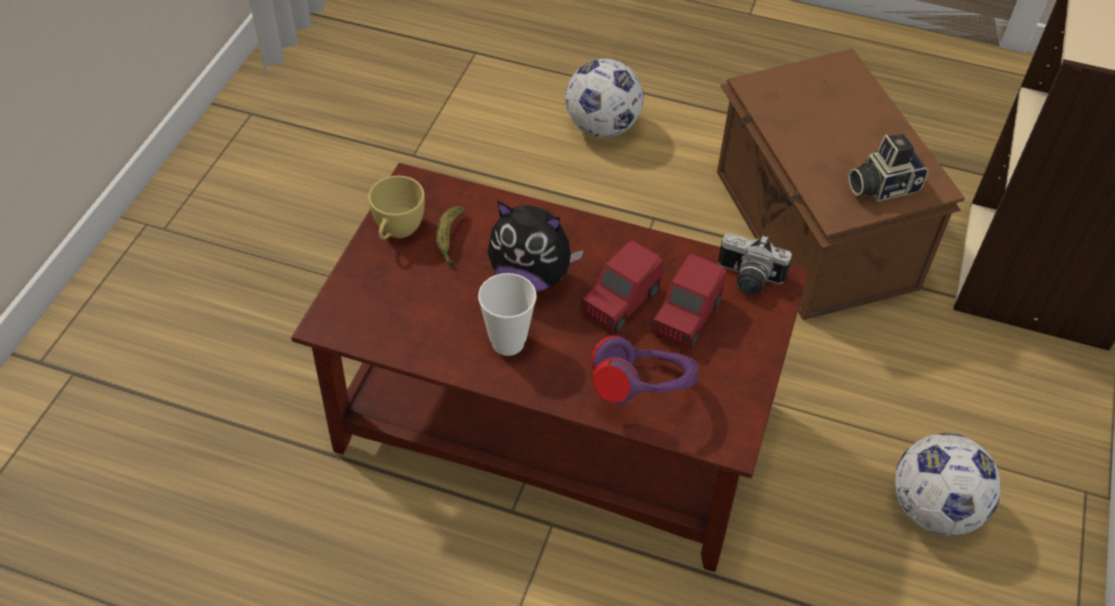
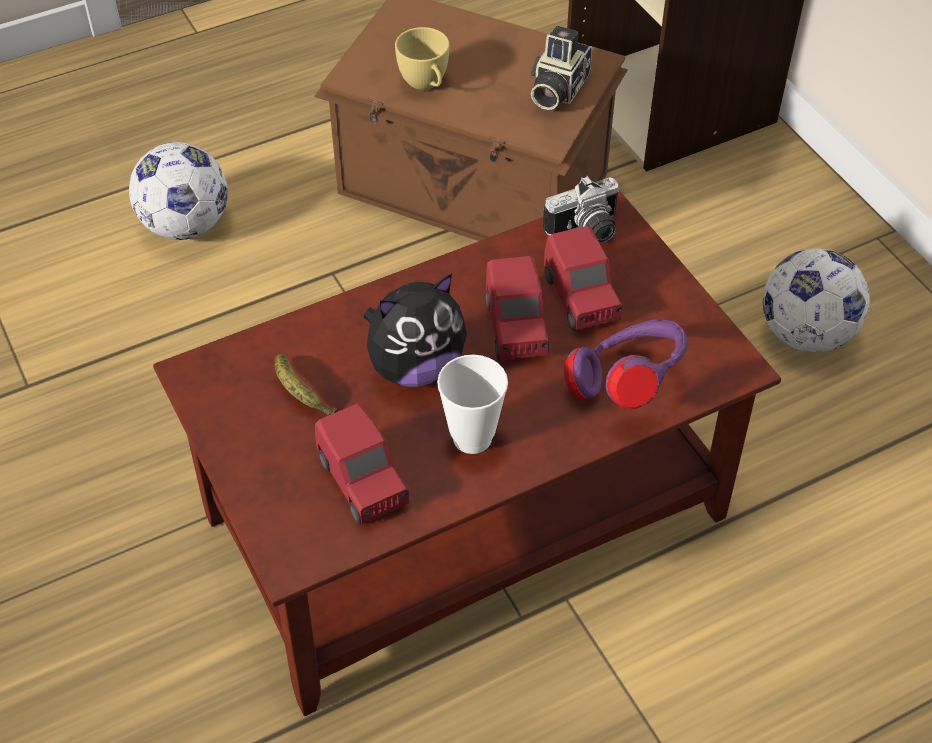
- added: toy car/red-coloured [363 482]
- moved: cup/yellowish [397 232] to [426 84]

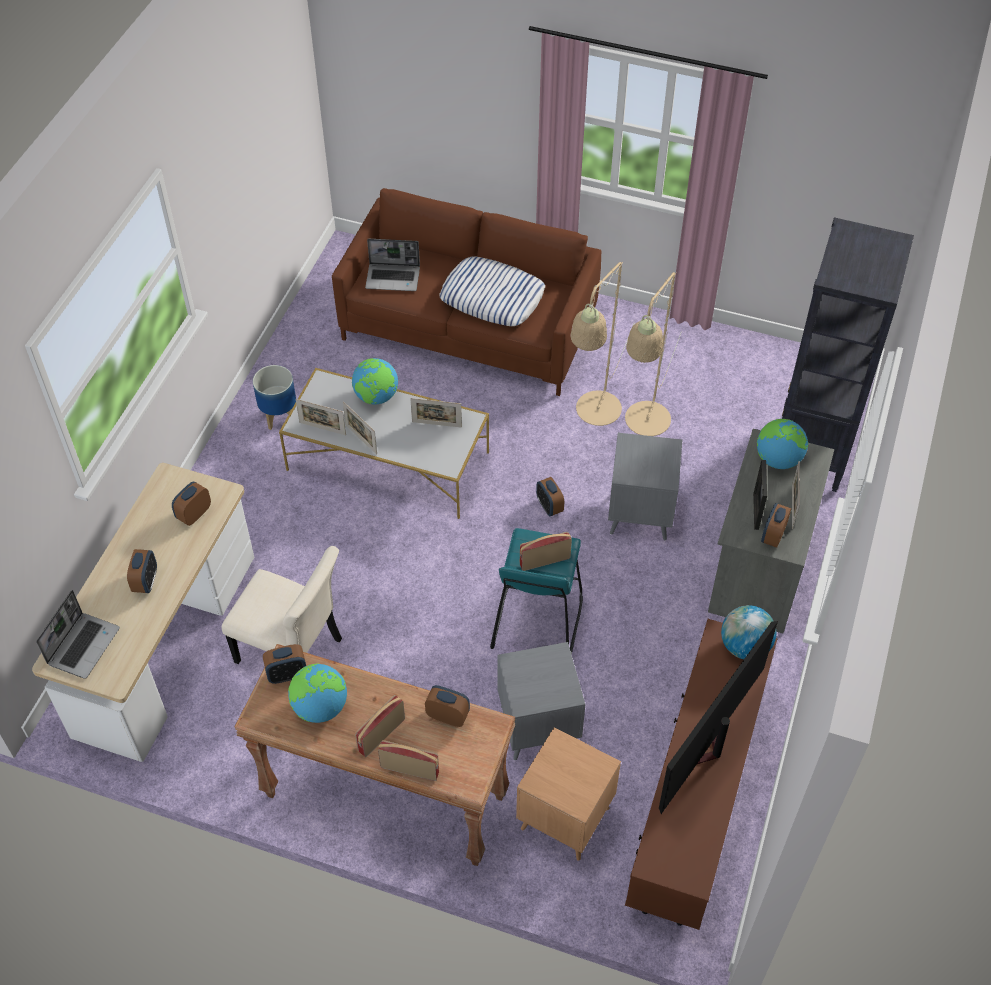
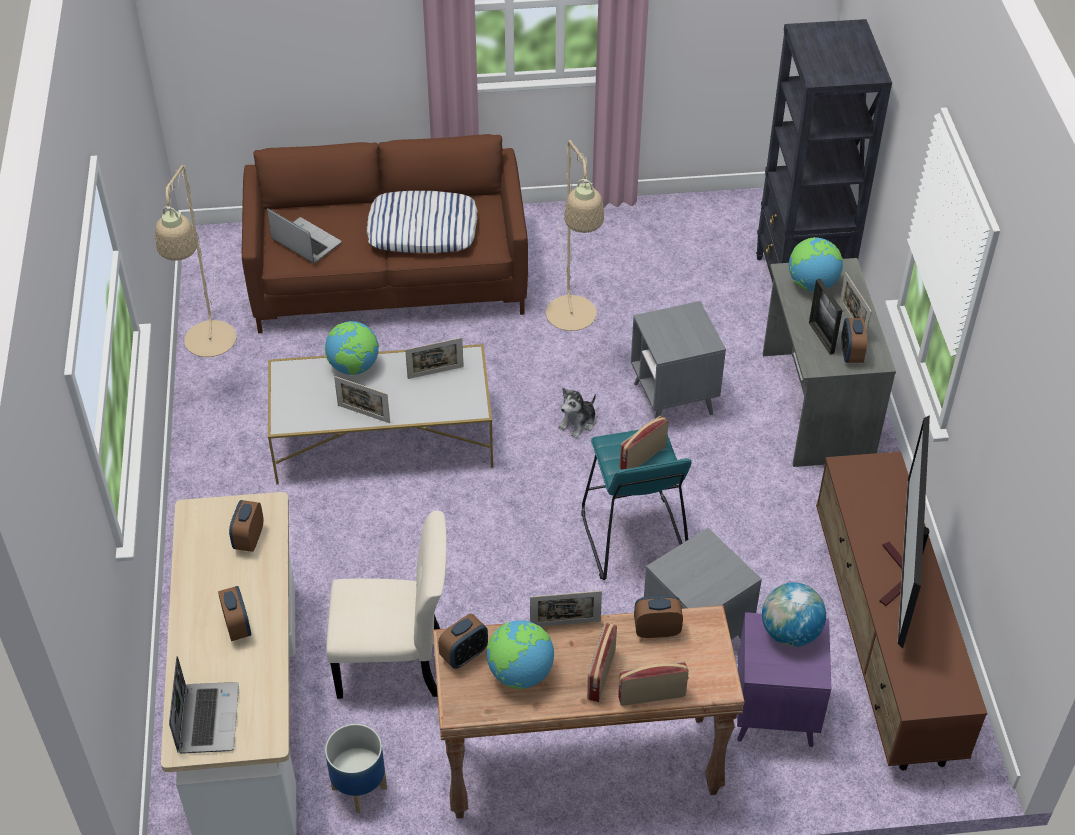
- moved: plant pot [279 416] to [360 788]
- moved: photo frame [322 428] to [565 624]
- moved: floor lamp/beige-coloured [644 428] to [210 348]
- moved: world globe [744 646] to [790 633]
- replaced: bedside clock [549 506] to soft toy [578 423]
- recoloured: end table/brown-coloured [565 818] to end table/purplish [774 713]
- turned: laptop [393 278] = [305 242] 120 degrees counterclockwise

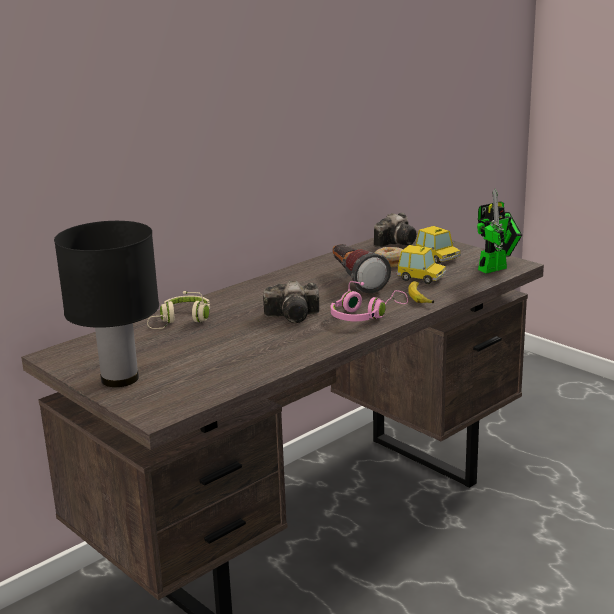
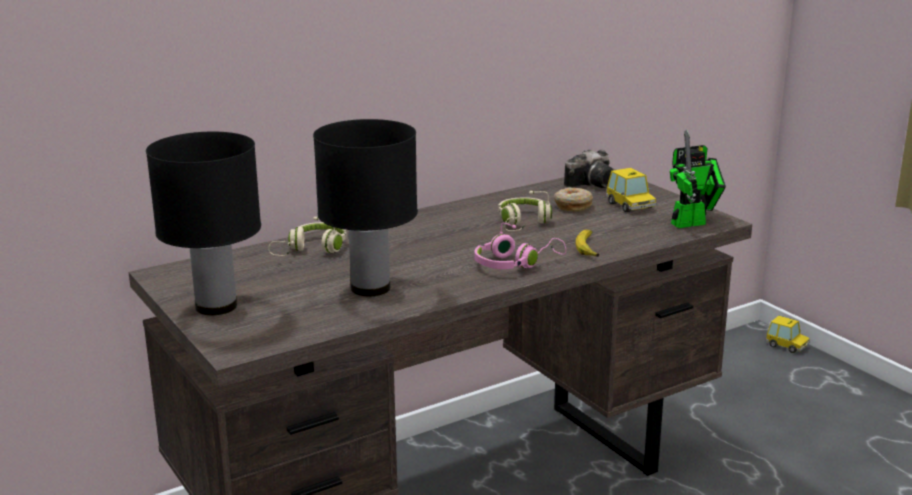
- removed: photo camera [295 316]
- added: lamp for a table/black-coloured [371 287]
- moved: toy car [421 278] to [787 345]
- replaced: torch [355 281] to headset/beige-coloured [523 223]

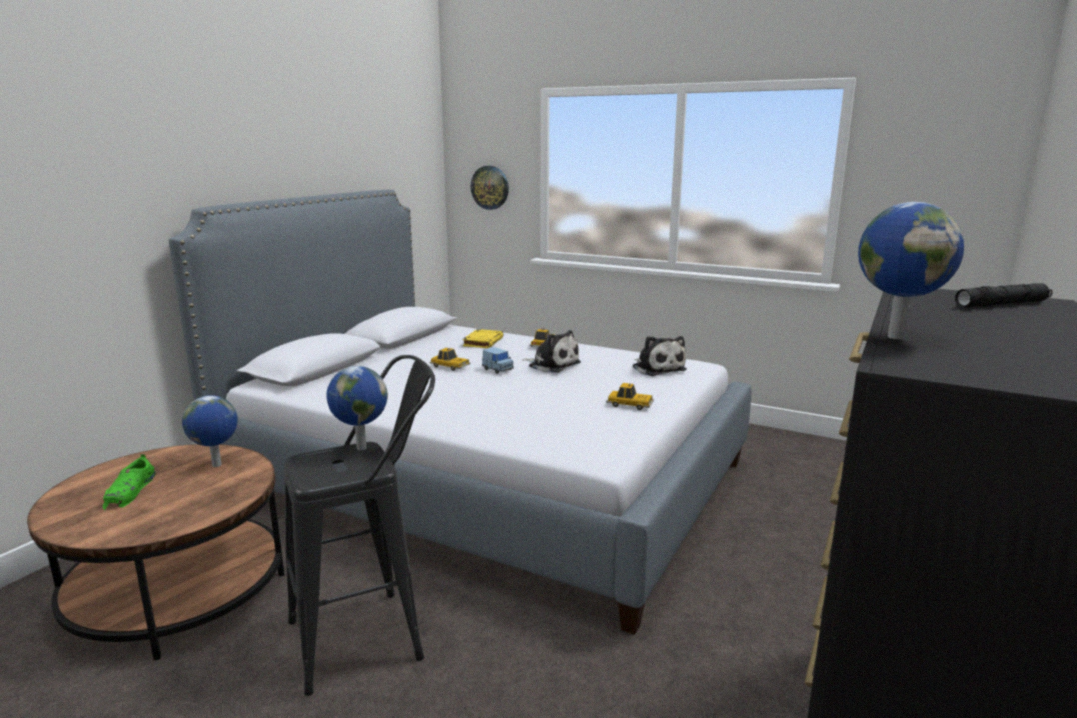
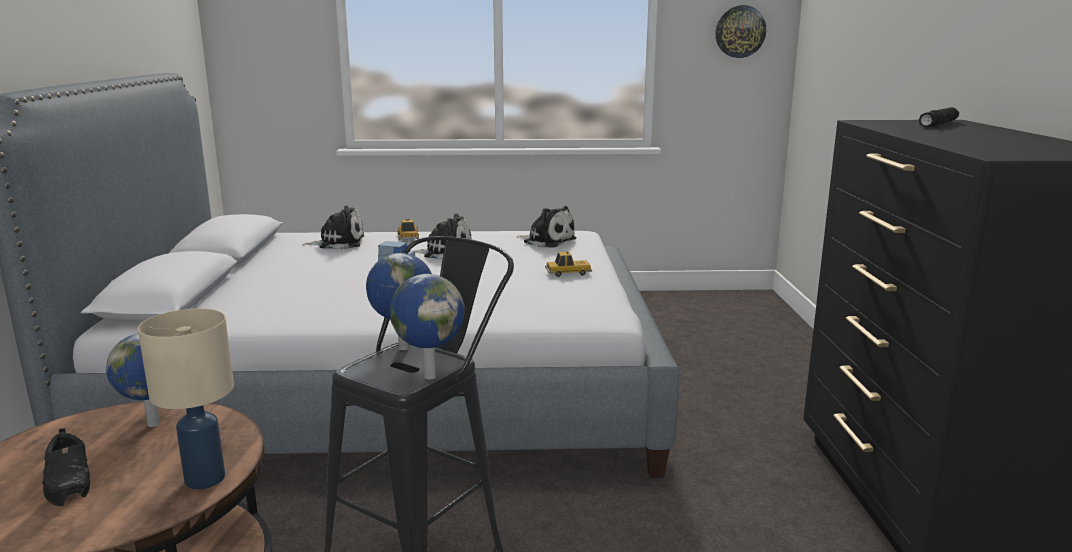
- removed: toy car [450 366]
- added: lamp for a table/beige-coloured [204 478]
- moved: wall clock [490 187] to [740 31]
- moved: world globe [895 336] to [429 376]
- replaced: book/yellowish [483 342] to soft toy [338 243]
- recoloured: shoe/green-coloured [130 491] to shoe/black-coloured [69 479]

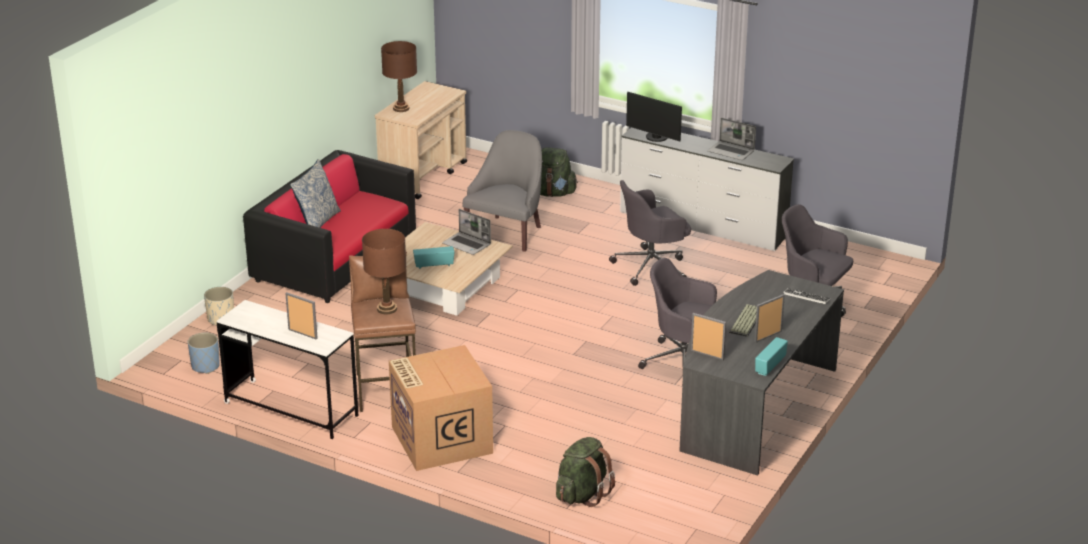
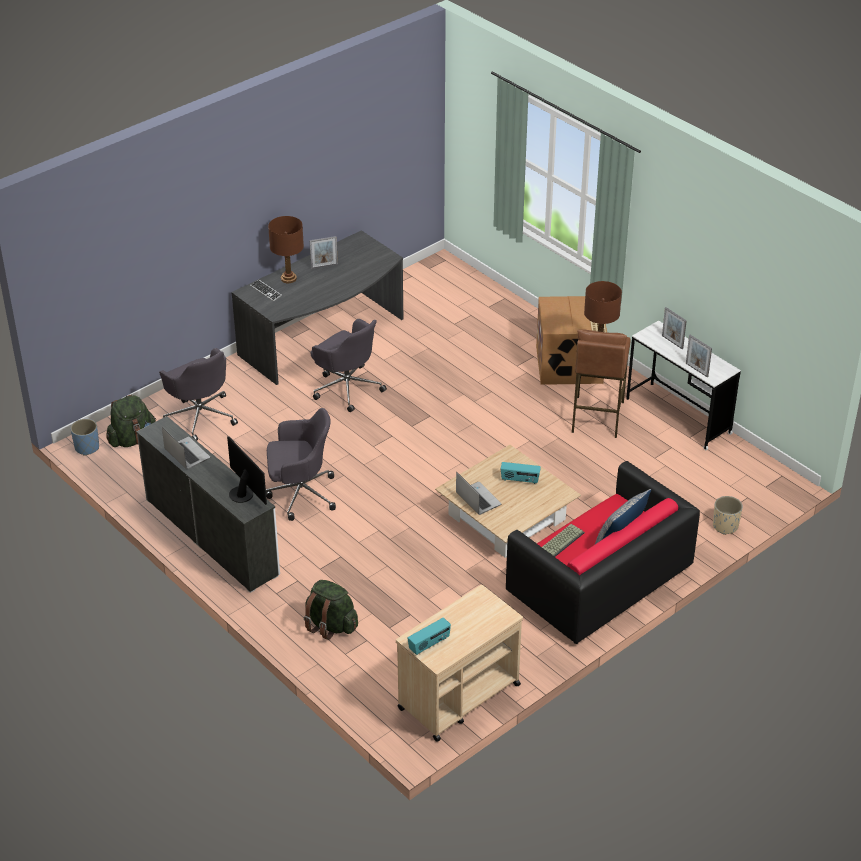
- removed: armchair/grey [507 232]
- moved: plant pot/bluish [205 366] to [87 447]
- moved: lamp for a table/brown-coloured [401 108] to [288 278]
- moved: rucksack/green-coloured [582 494] to [132 439]
- moved: photo frame [707 355] to [696 370]
- moved: keyboard [747 321] to [561 540]
- moved: radio receiver [769 366] to [429 644]

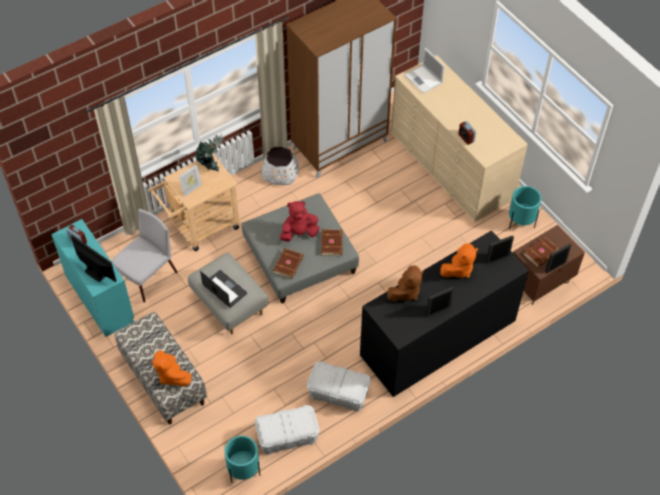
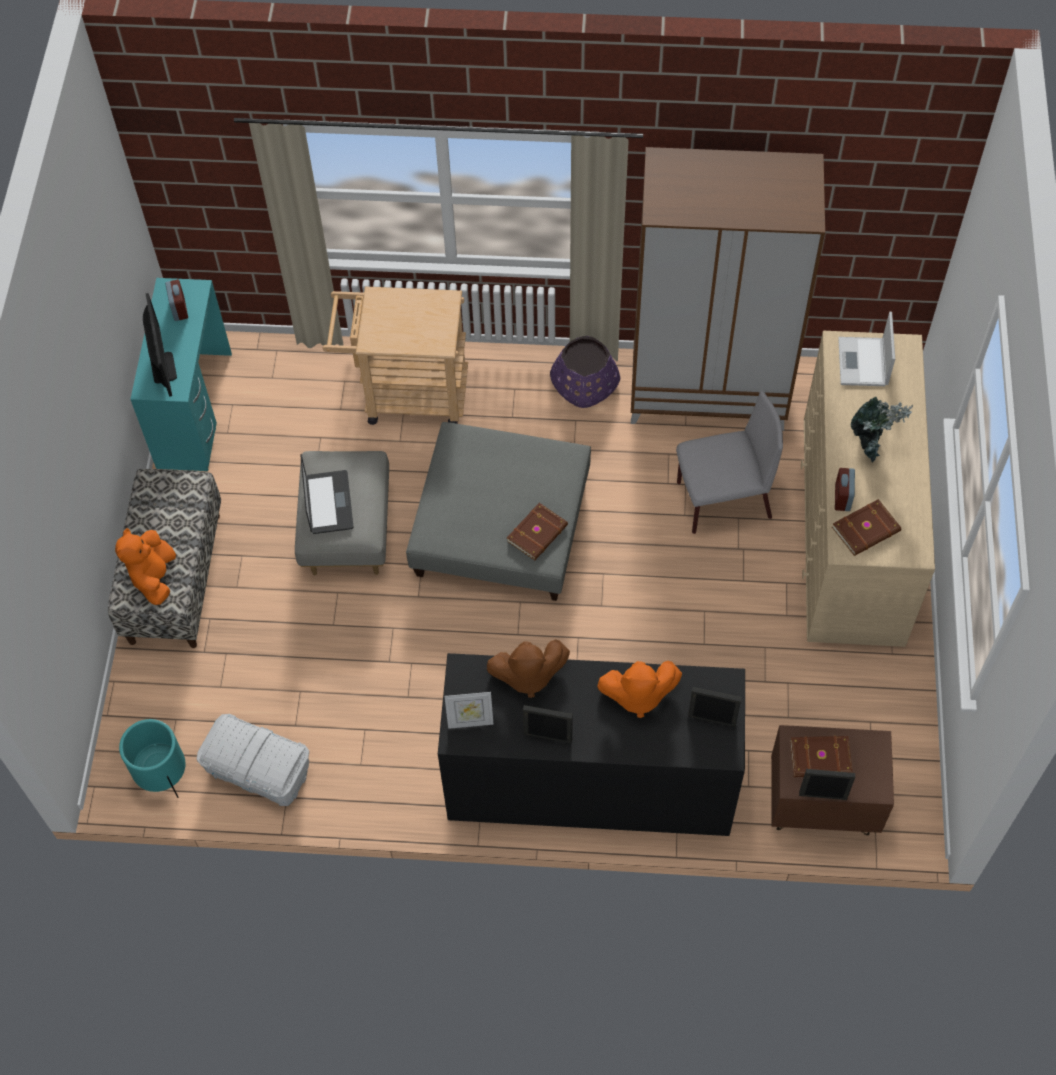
- removed: soft toy/red-coloured [299 233]
- removed: storage box/white-coloured [338 393]
- removed: plant pot/turquoise-coloured [521 222]
- moved: upright chair/grey [147 278] to [722 500]
- moved: photo frame [191 189] to [470 722]
- moved: potted plant [211 165] to [871 444]
- moved: book/brown-coloured [289 264] to [867 530]
- recoloured: plant pot/white-coloured [280 173] to plant pot/purplish [584 382]

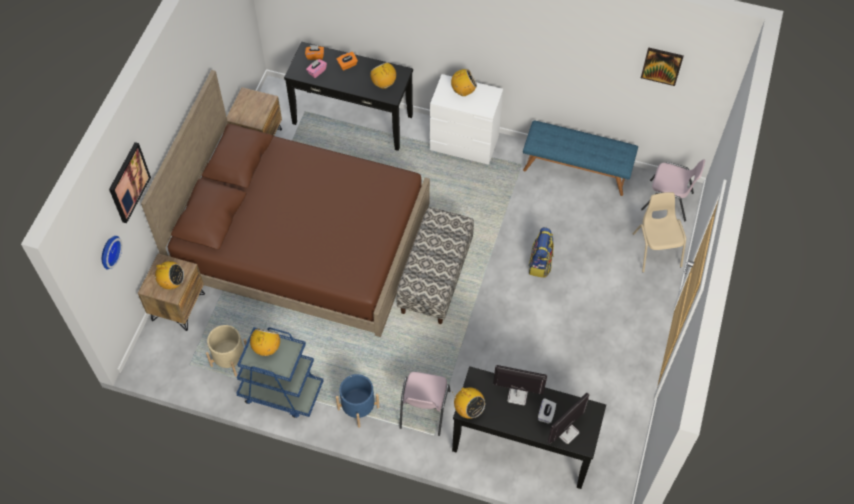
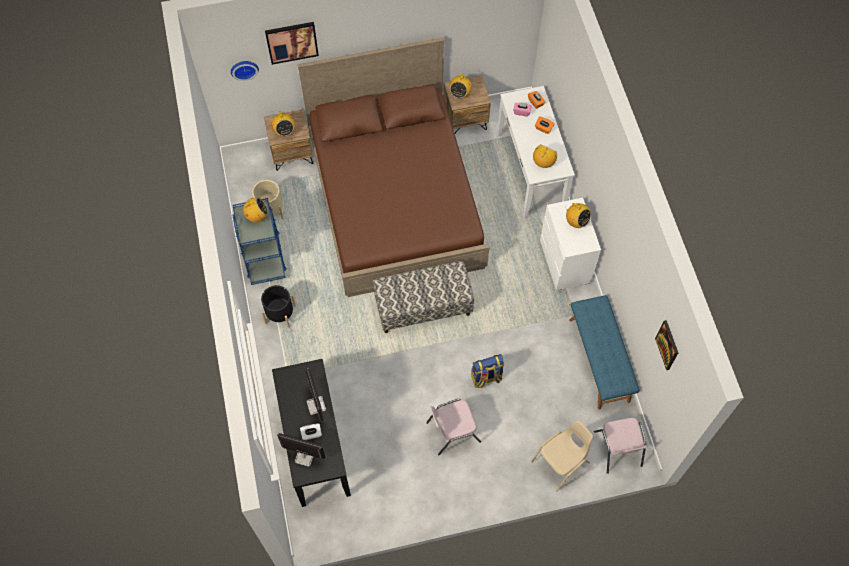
- moved: upright chair/pink-coloured [423 410] to [452 431]
- moved: radio receiver [468 409] to [460 94]
- recoloured: console table/black-coloured [352 119] to console table/white-coloured [531 171]
- recoloured: plant pot/bluish [358 408] to plant pot/black-coloured [280 314]

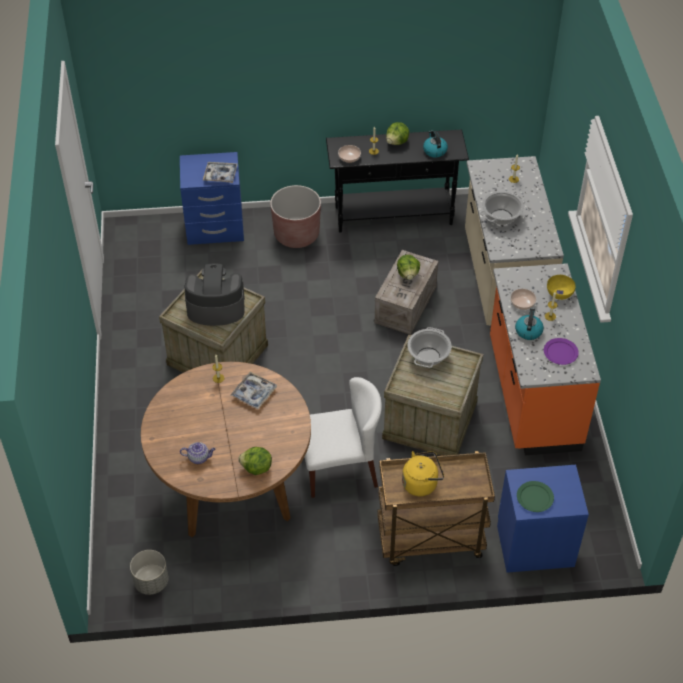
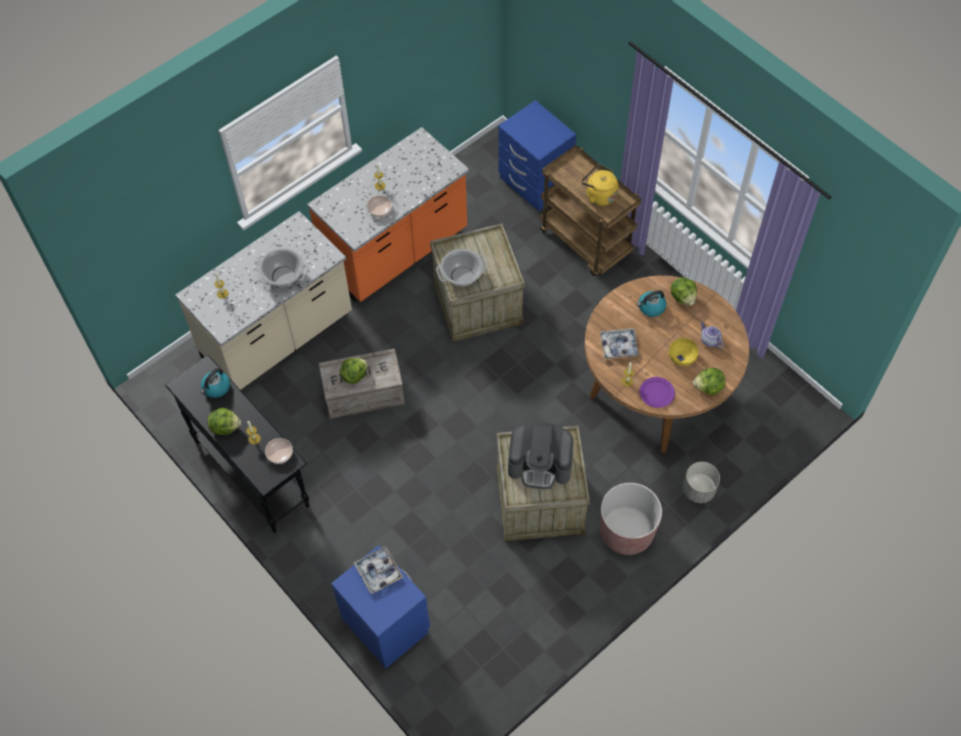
- removed: upright chair/white-coloured [339 468]
- removed: dinner plate/green-coloured [535 497]
- added: head of lettuce [708 387]
- moved: plant pot/grey [151 581] to [698 490]
- moved: plant pot/brown-coloured [296 234] to [626 532]
- moved: kettle [528 331] to [651 307]
- moved: dinner plate/purplish [560 352] to [656 393]
- moved: deep dish/yellowish [559 293] to [682 357]
- turned: coffee machine [215 308] = [540 464] 45 degrees counterclockwise

